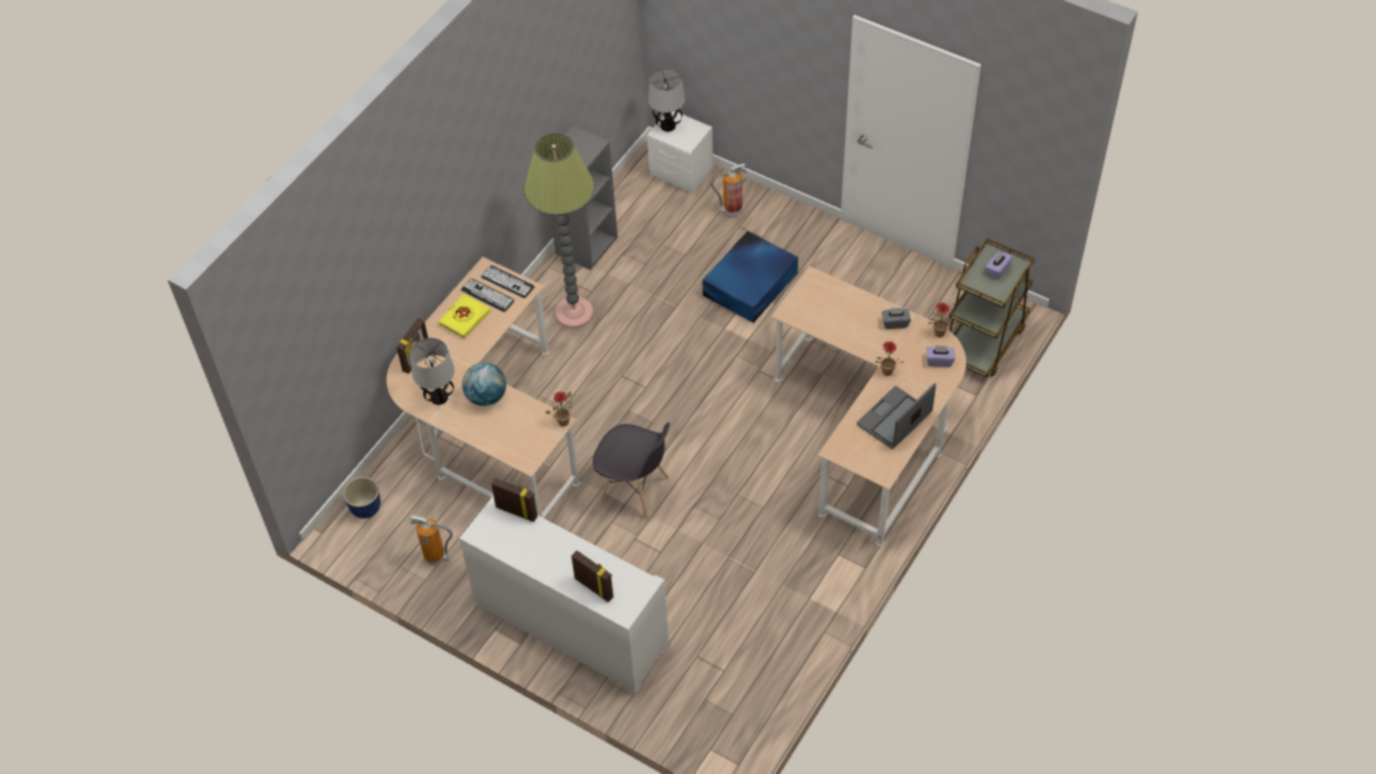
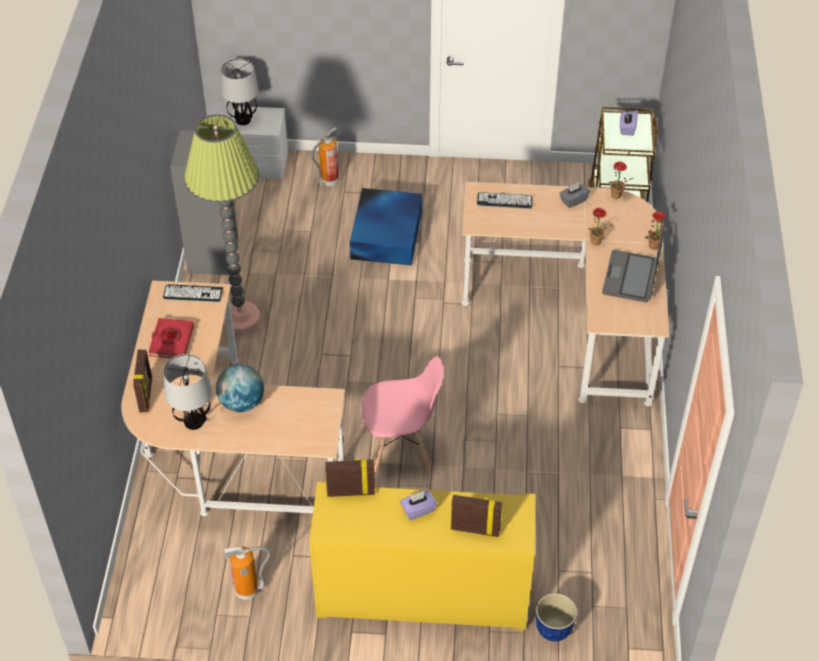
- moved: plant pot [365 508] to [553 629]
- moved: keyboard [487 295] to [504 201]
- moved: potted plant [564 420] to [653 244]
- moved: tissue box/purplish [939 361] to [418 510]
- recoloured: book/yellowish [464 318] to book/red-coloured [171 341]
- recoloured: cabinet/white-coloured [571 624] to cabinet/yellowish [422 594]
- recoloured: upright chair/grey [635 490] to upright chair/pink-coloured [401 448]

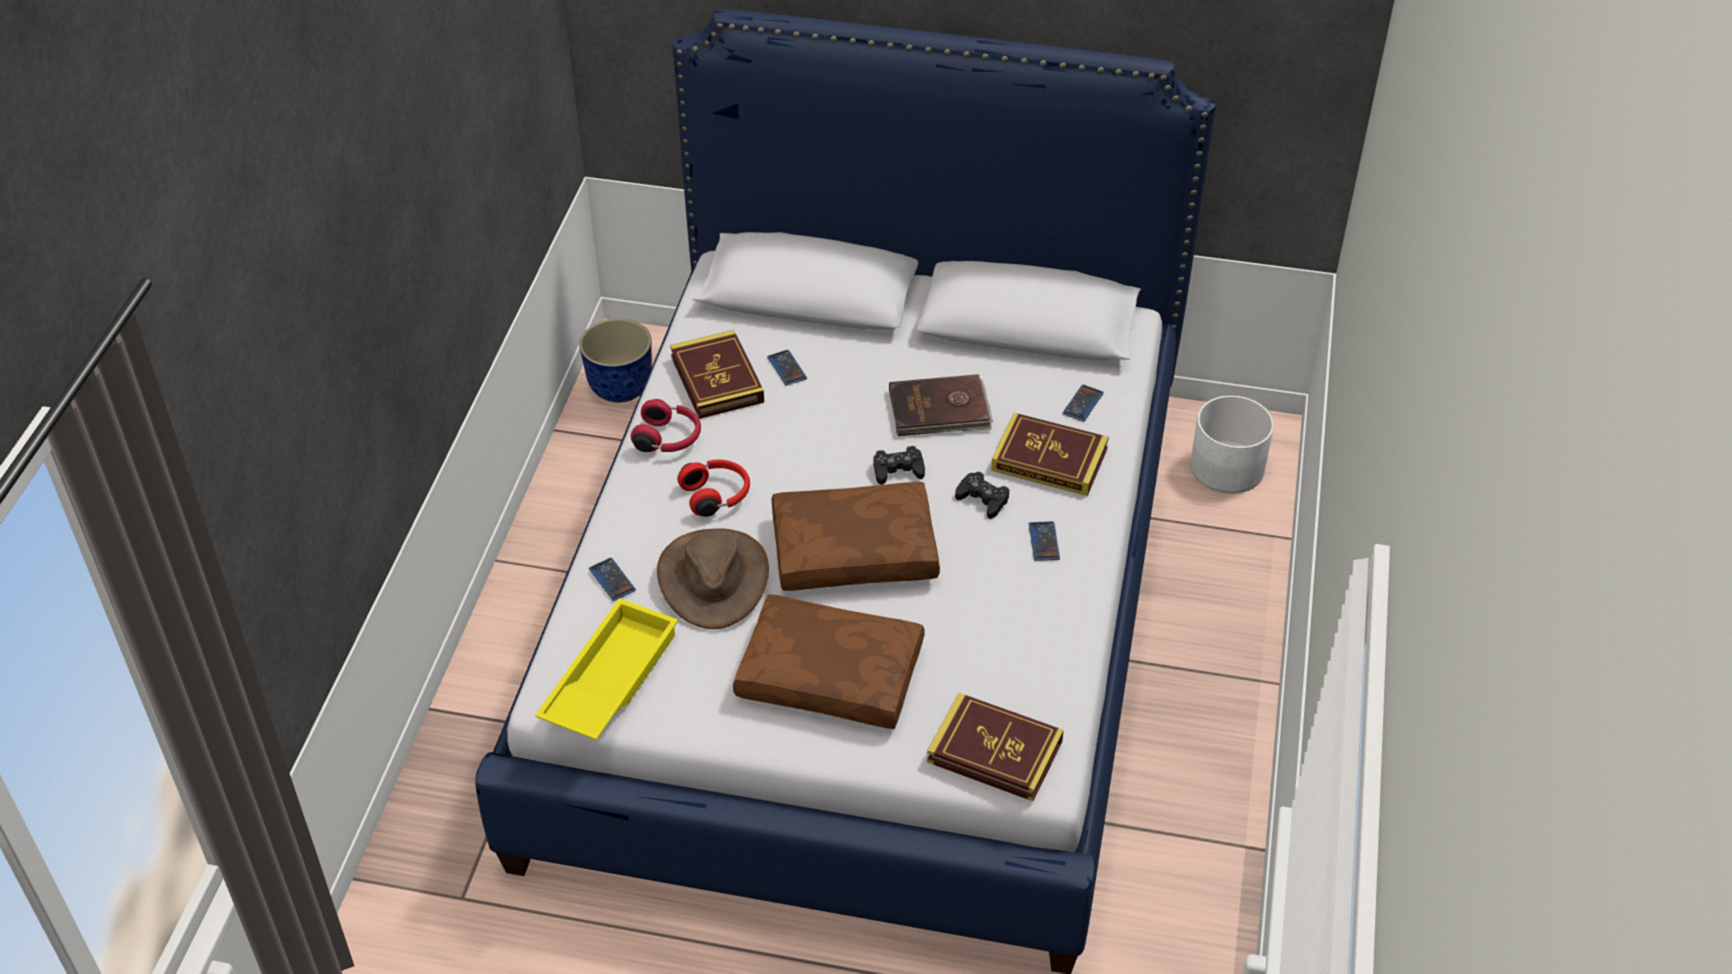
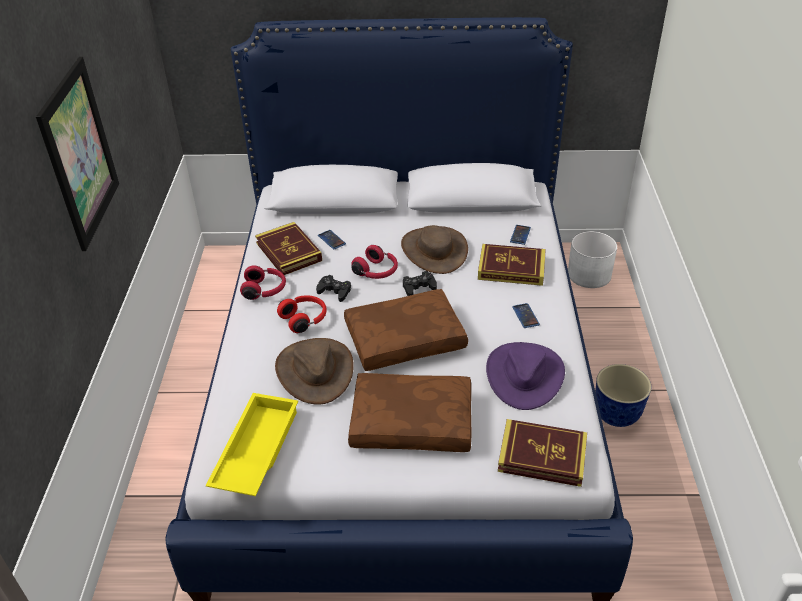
- removed: telephone [612 580]
- added: picture [80 154]
- added: headset/red-coloured [377 271]
- added: clothing hat/purplish [524 375]
- moved: plant pot [622 388] to [617 414]
- moved: game controller/black-coloured [983 499] to [334 291]
- replaced: book/brown-coloured [940 410] to clothing hat/brown-coloured [434 250]

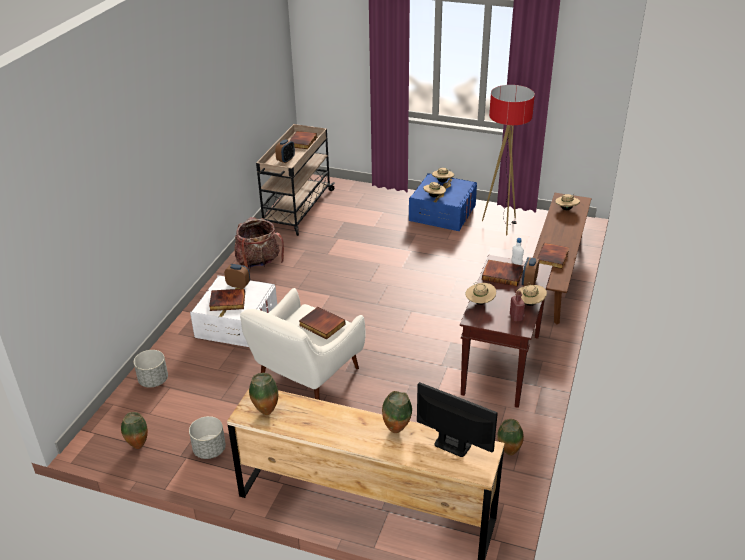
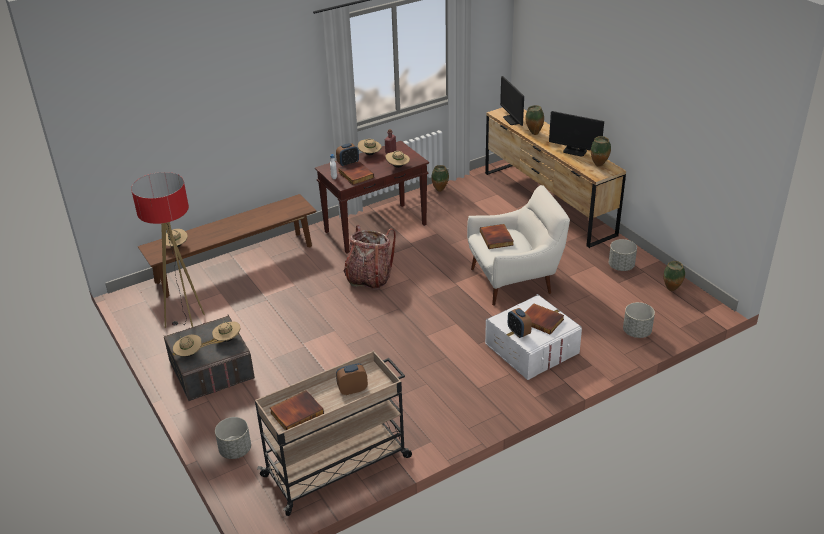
- removed: book [553 258]
- added: plant pot/grey [235 450]
- added: computer screen [574 151]
- moved: rucksack [259 263] to [369 278]
- recoloured: storage box/bluish [442 213] to storage box/grey [211 370]

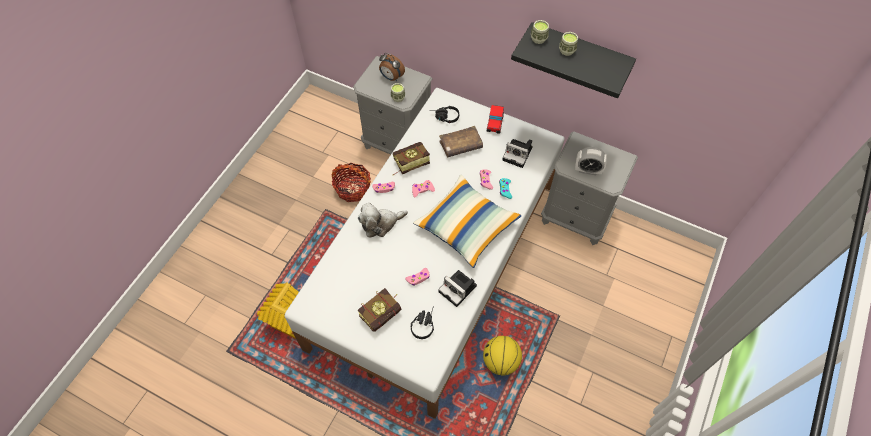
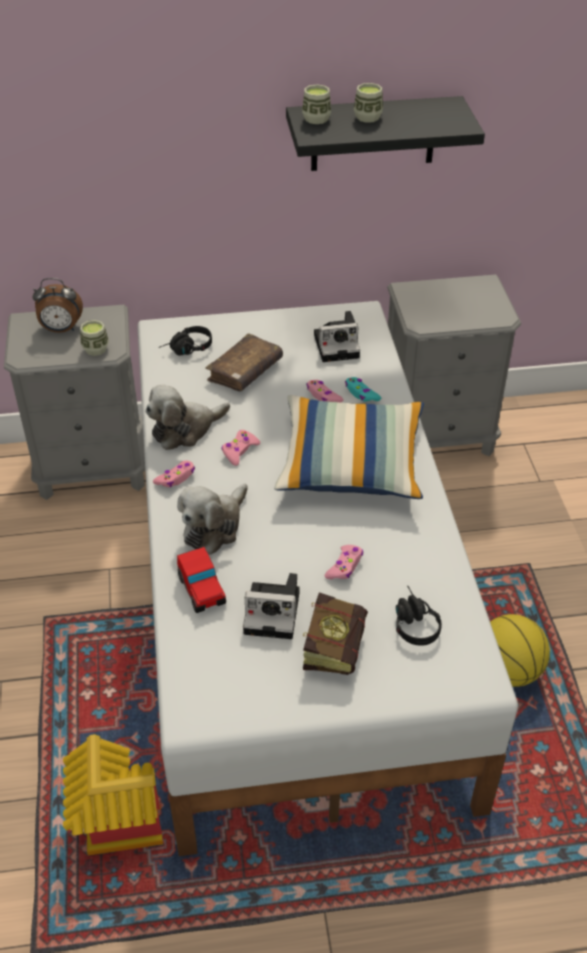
- removed: basket [352 188]
- removed: bedside clock [587 170]
- moved: photo camera [459 289] to [275 612]
- moved: toy car [494 124] to [202 591]
- replaced: book [408 164] to soft toy [185 429]

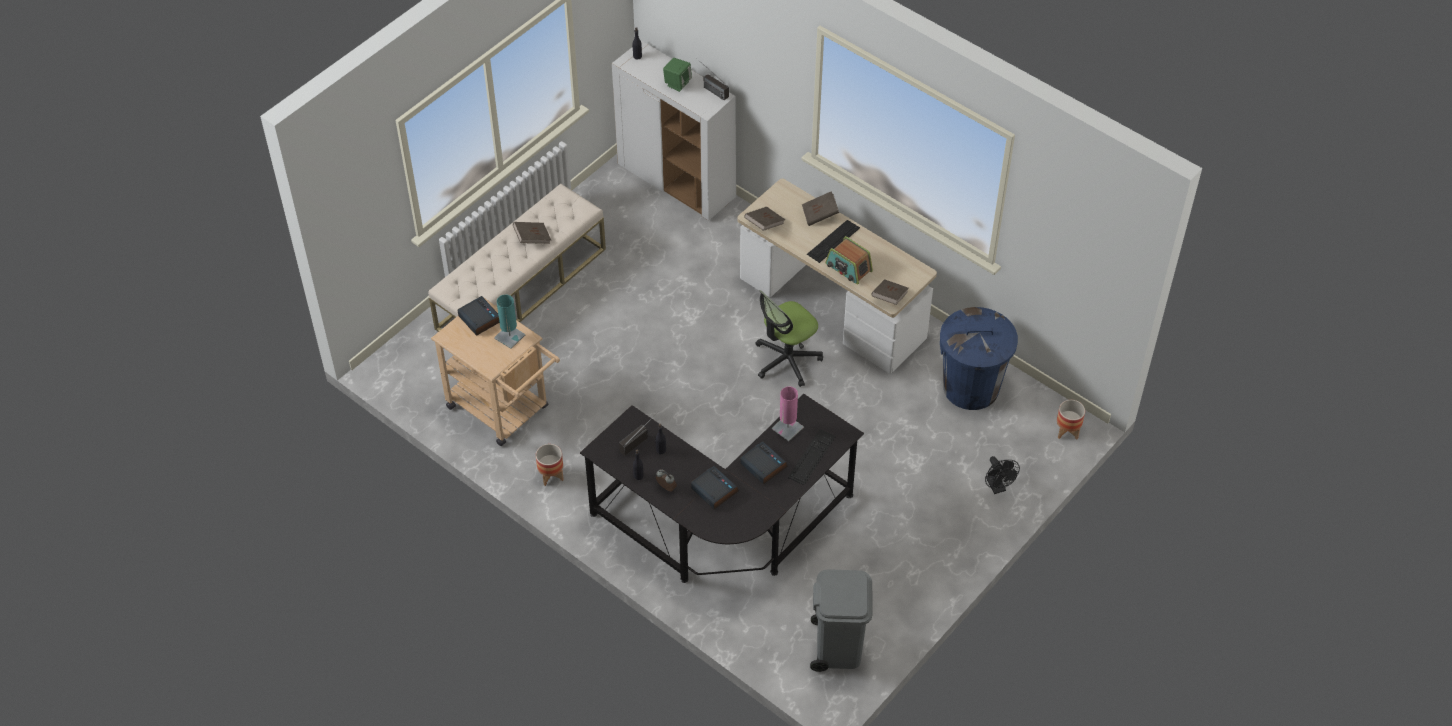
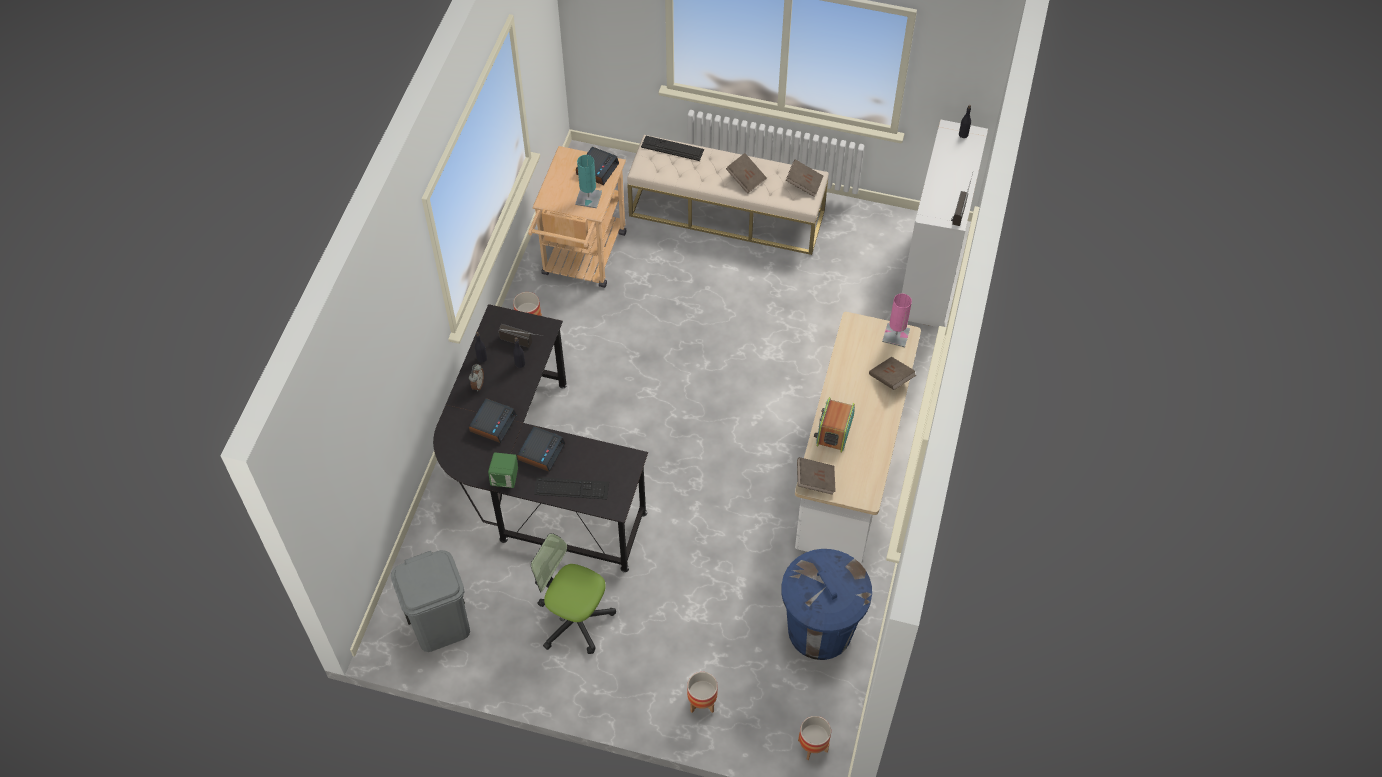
- moved: speaker/green-coloured [677 83] to [505 479]
- moved: book/brown-coloured [764 224] to [804 183]
- moved: desk chair [786 360] to [575 619]
- moved: lamp for a table/pink-coloured [787 428] to [896 335]
- moved: keyboard [833 241] to [672 148]
- replaced: fan/black-coloured [997 487] to plant pot [702 702]

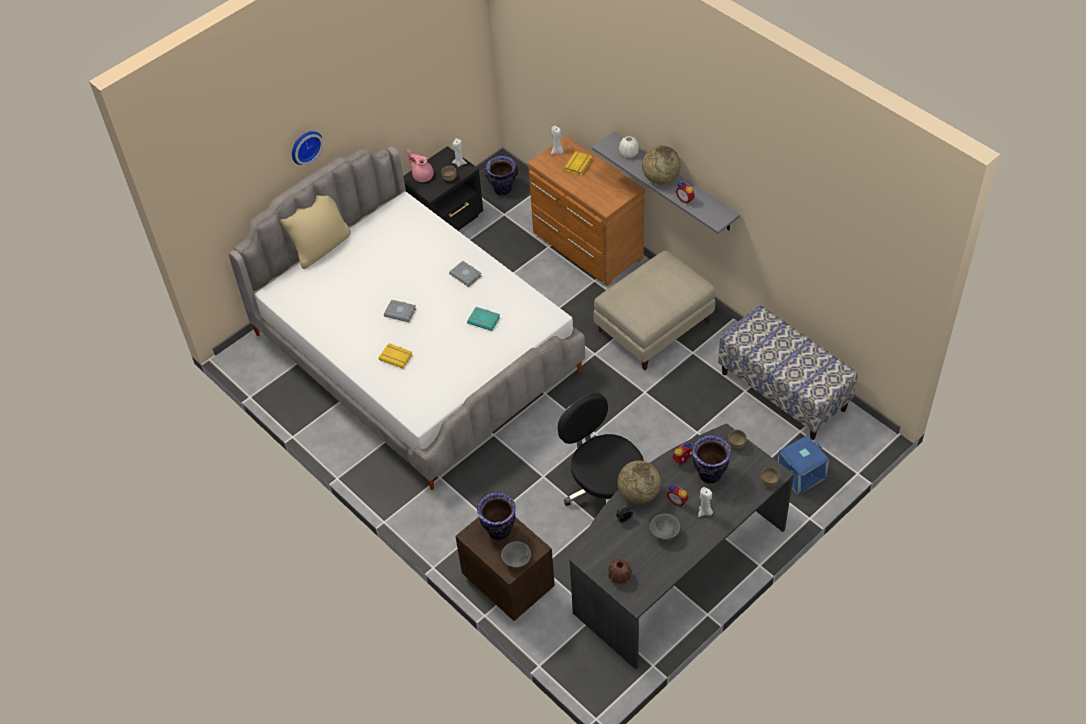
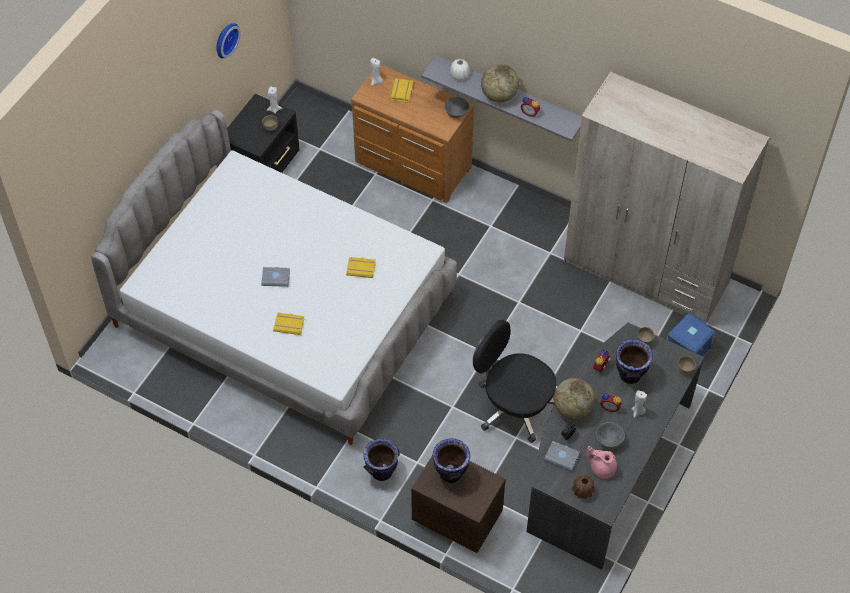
- removed: throw pillow/beige-coloured [321 247]
- removed: pouffe/beige-coloured [653 328]
- moved: wall clock [305 146] to [225 39]
- moved: teapot/pink-coloured [422 175] to [602 468]
- moved: book/grey [466 275] to [562 457]
- moved: vase [503 189] to [381 471]
- moved: deep dish/grey [517 561] to [456 114]
- replaced: long seat [783 391] to armoire/beige-coloured [646 272]
- recoloured: book/turquoise-coloured [484 320] to book/yellowish [361 268]

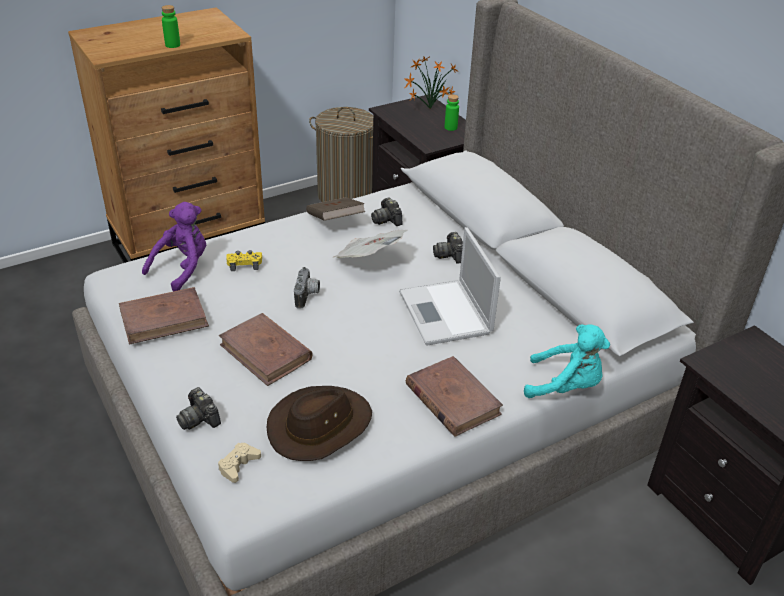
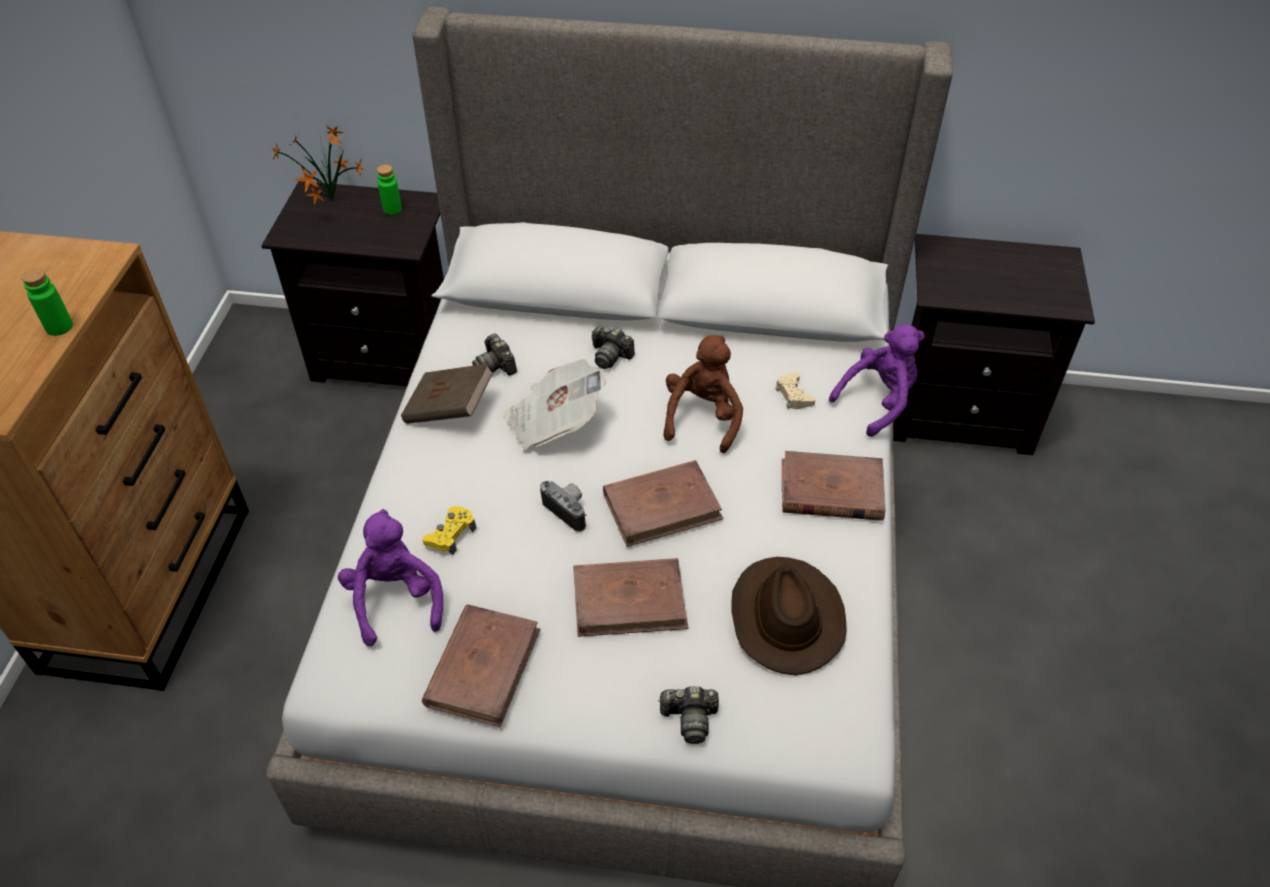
- removed: hamper [345 195]
- added: book/brown-coloured [662 506]
- moved: game controller/beige-coloured [238 465] to [793 395]
- replaced: laptop [446 314] to soft toy/brown-coloured [703 417]
- recoloured: soft toy/turquoise-coloured [565 386] to soft toy/purplish [878 401]
- turned: photo camera [387 220] = [495 365] 45 degrees clockwise

